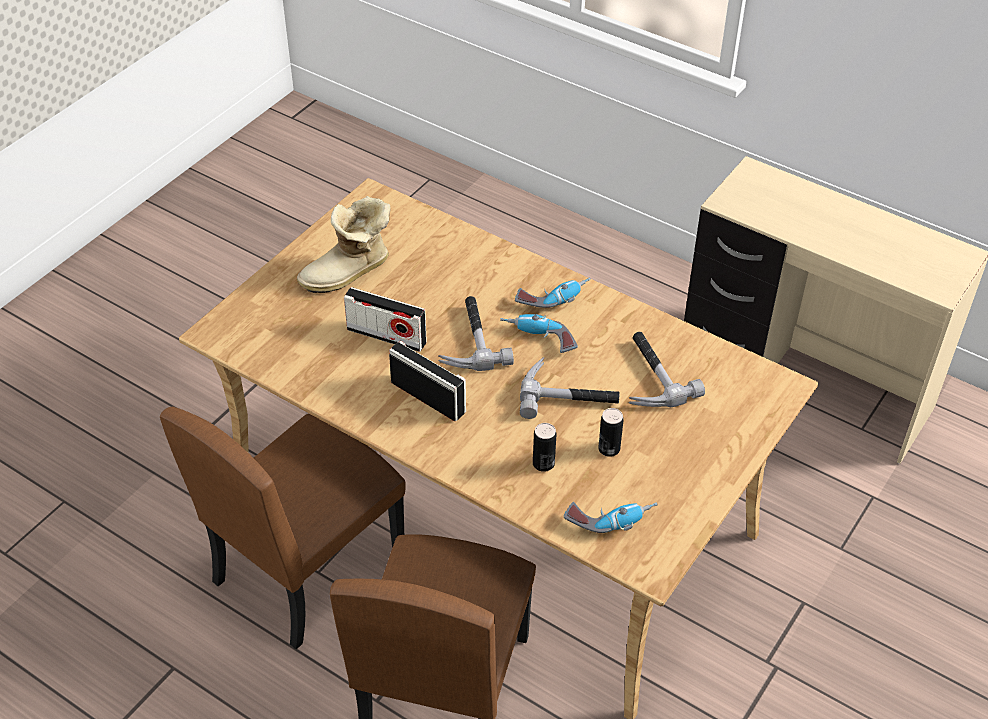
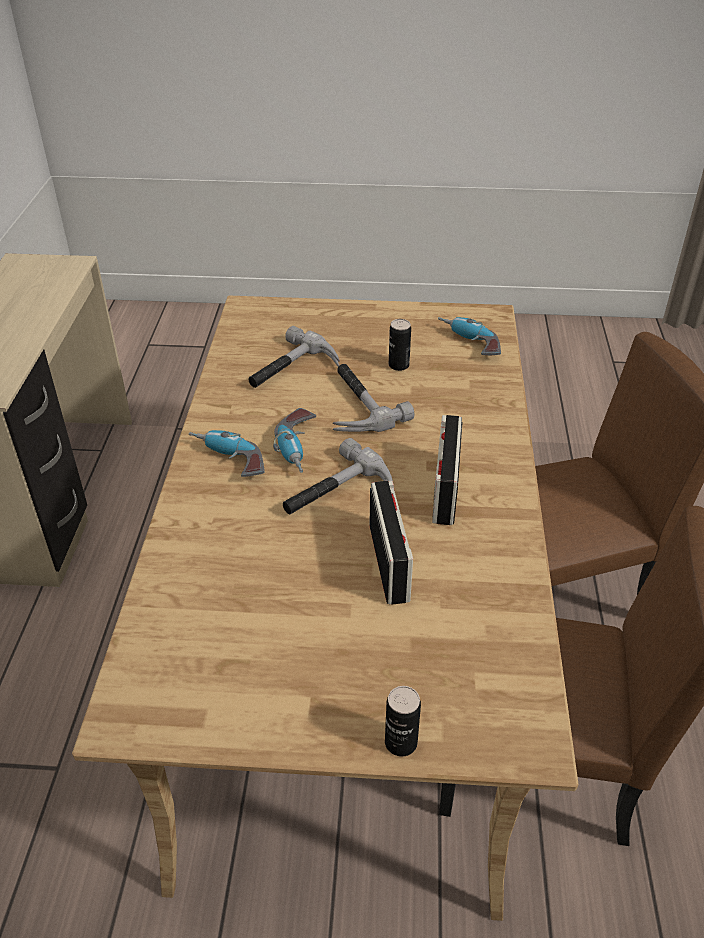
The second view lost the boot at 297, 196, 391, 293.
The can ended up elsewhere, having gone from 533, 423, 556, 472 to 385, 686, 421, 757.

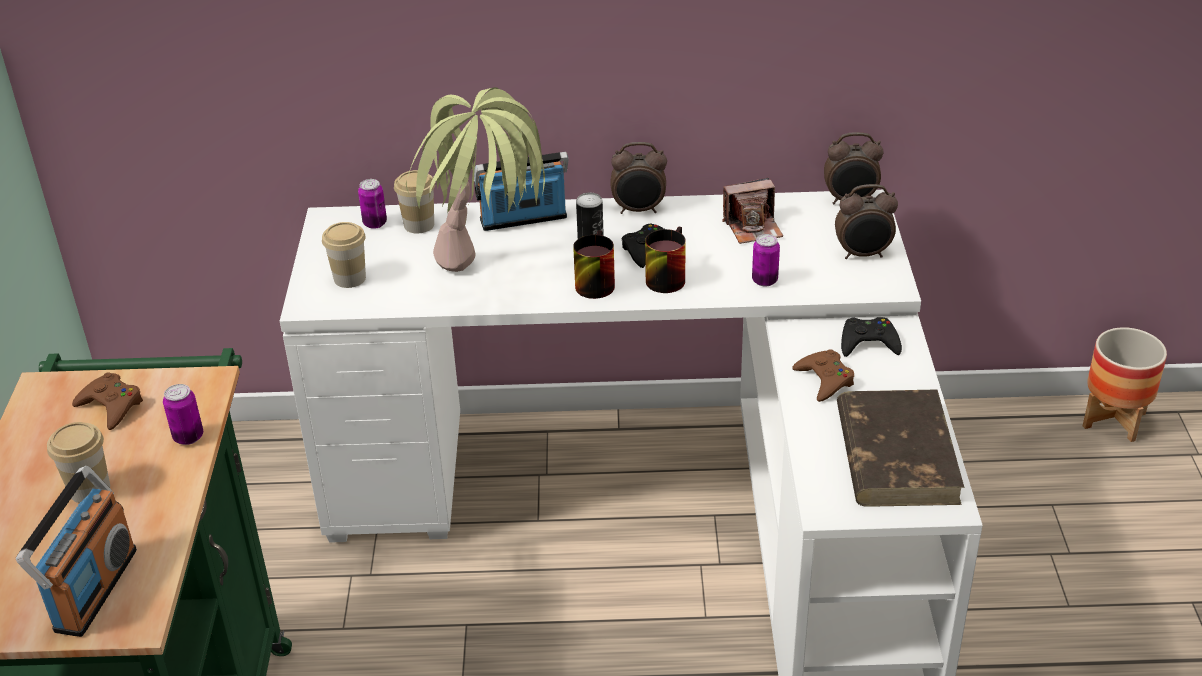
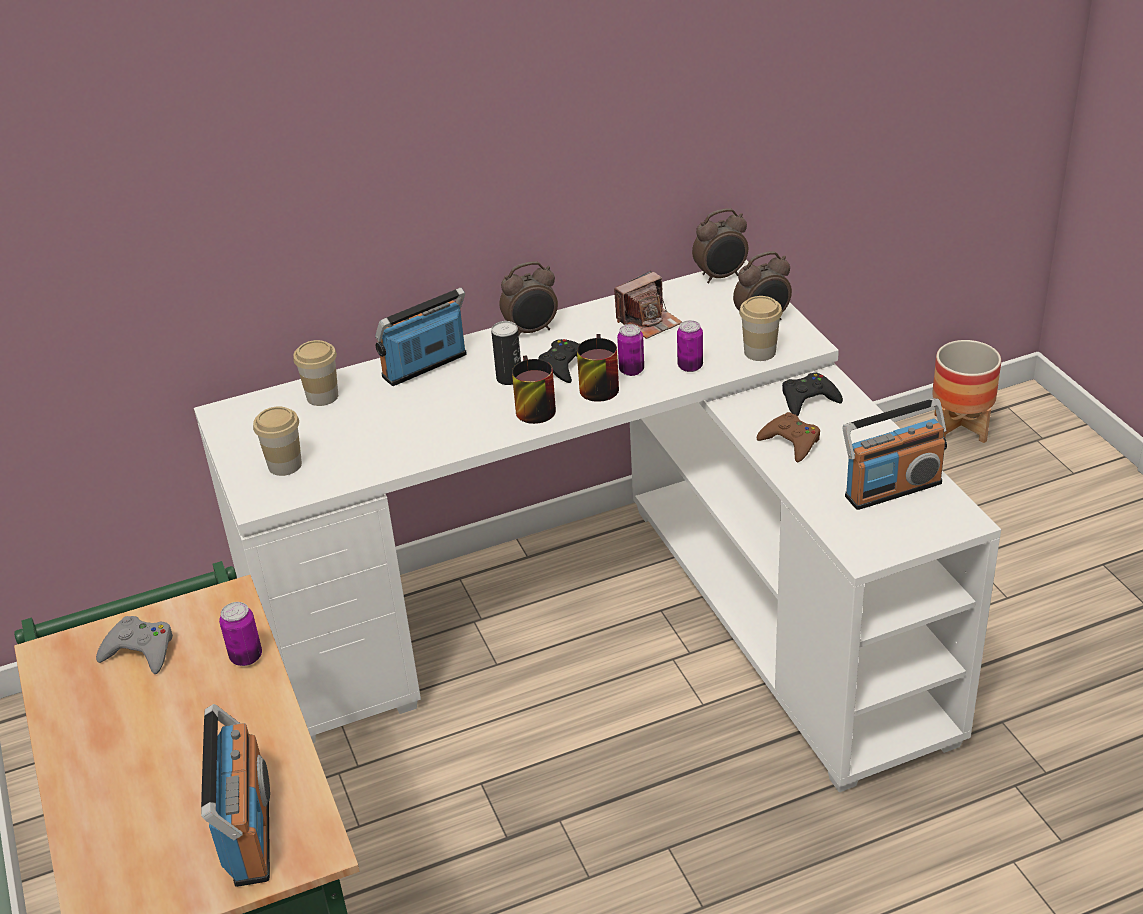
The second view lost the potted plant at 406, 87, 545, 272.
The cup ended up elsewhere, having gone from 47, 422, 110, 503 to 739, 296, 782, 361.
The can ended up elsewhere, having gone from 358, 179, 387, 229 to 617, 324, 644, 376.
Where the brown book stood at 837, 389, 965, 507, the radio came to stand at 843, 398, 947, 510.
What was the brown game controller at 72, 372, 143, 430 turned into the grey game controller at 96, 616, 173, 674.

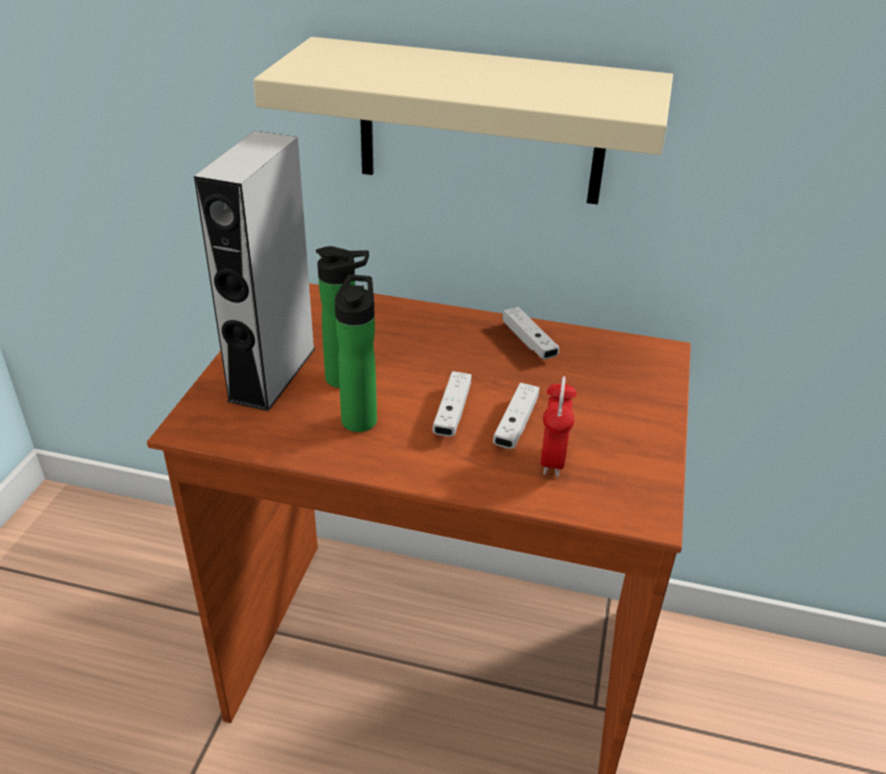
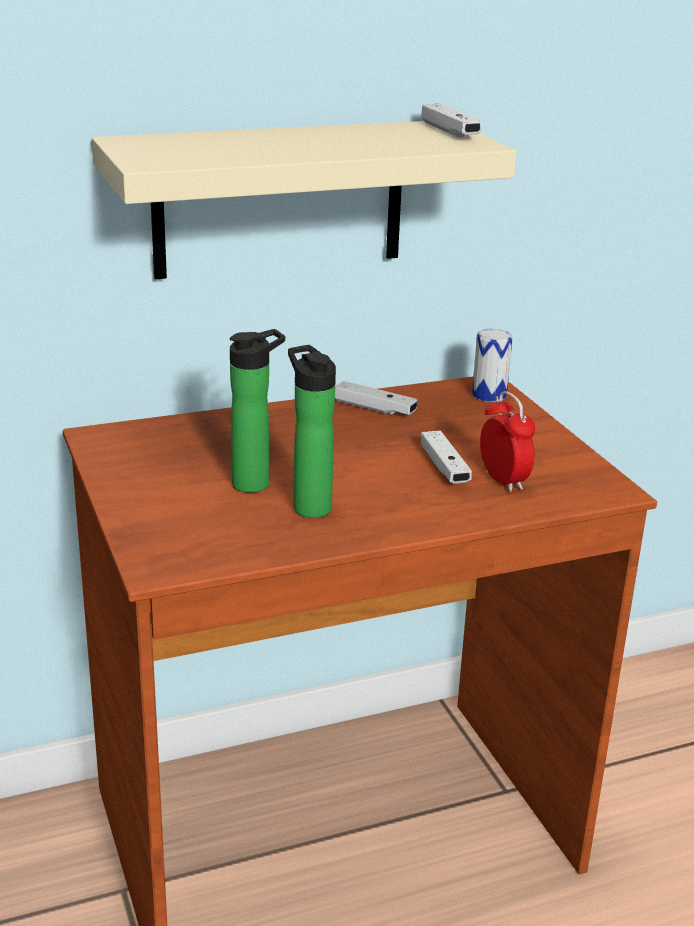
The second view lost the grey speaker at 194, 131, 316, 411.
The second view gained the can at 472, 329, 513, 402.
The white game controller ended up elsewhere, having gone from 432, 371, 472, 437 to 422, 104, 482, 137.

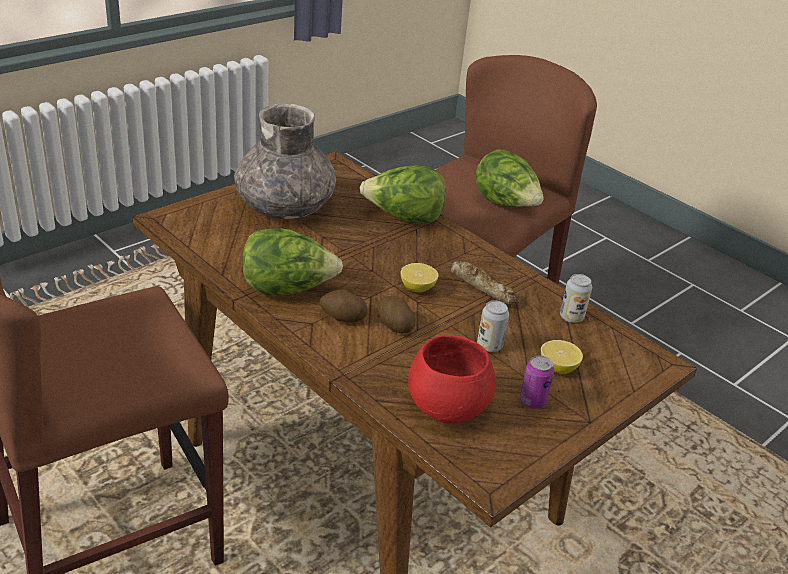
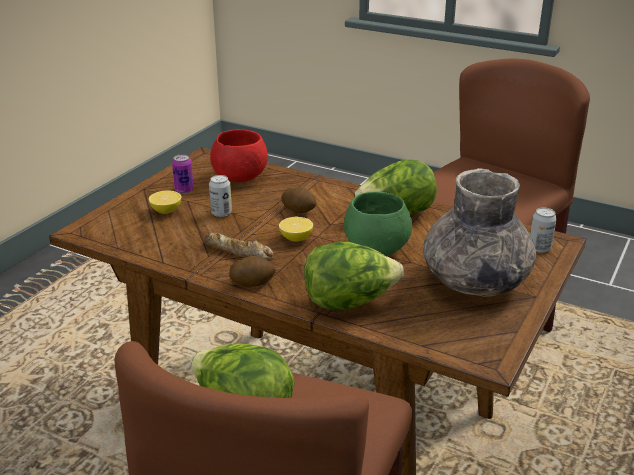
The second view gained the green bowl at 344, 192, 412, 256.
The potato ended up elsewhere, having gone from 319, 289, 368, 323 to 229, 256, 276, 286.
The can ended up elsewhere, having gone from 560, 274, 592, 323 to 530, 208, 557, 253.

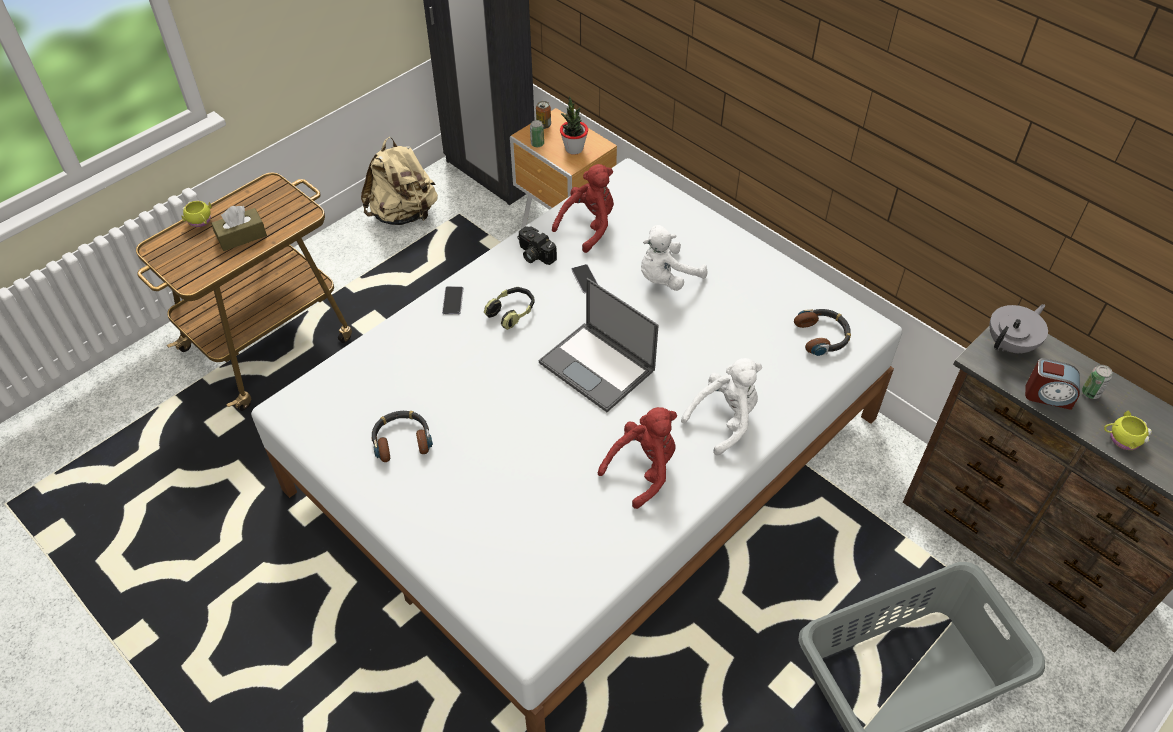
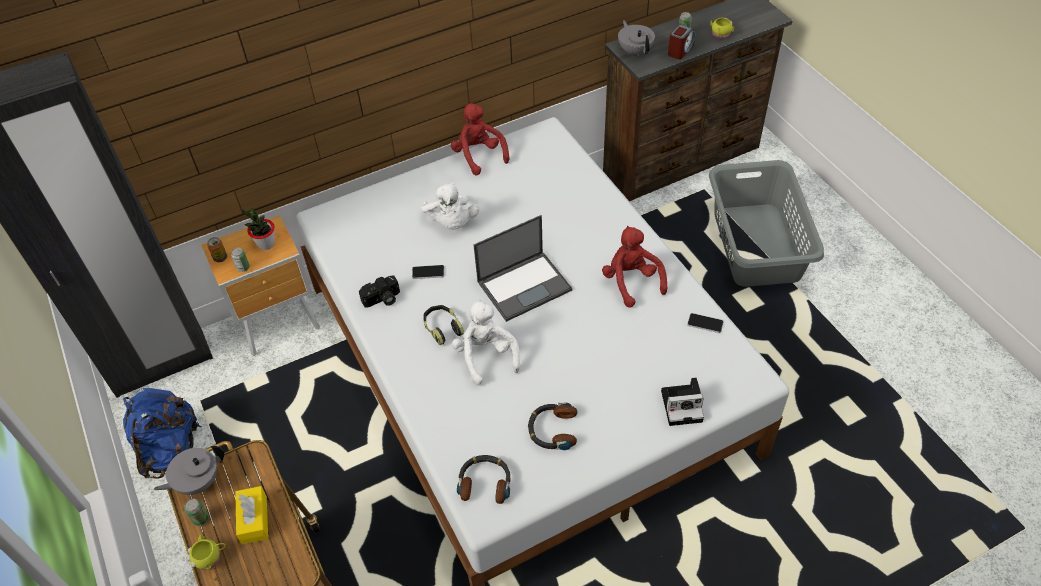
The second view gained the grey teapot at 154, 446, 224, 495.
The second view gained the can at 184, 499, 209, 526.
The second view gained the photo camera at 661, 378, 704, 426.
The phone ended up elsewhere, having gone from 442, 286, 463, 315 to 687, 313, 723, 333.
The red plush toy ended up elsewhere, having gone from 552, 164, 614, 253 to 451, 103, 509, 176.
The white plush toy ended up elsewhere, having gone from 681, 358, 762, 456 to 452, 299, 520, 385.
The headphones ended up elsewhere, having gone from 794, 309, 851, 356 to 457, 455, 511, 504.
What was the brown tissue box at 211, 206, 267, 251 turned into the yellow tissue box at 235, 486, 268, 544.
What was the beige backpack at 361, 137, 438, 225 turned into the blue backpack at 123, 388, 202, 479.

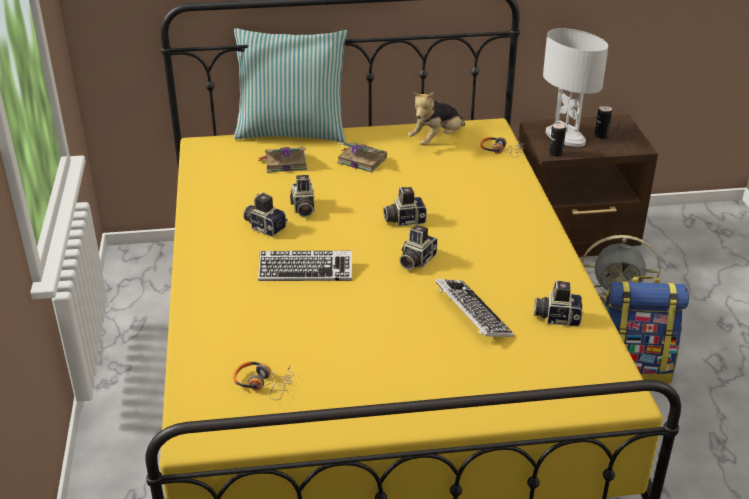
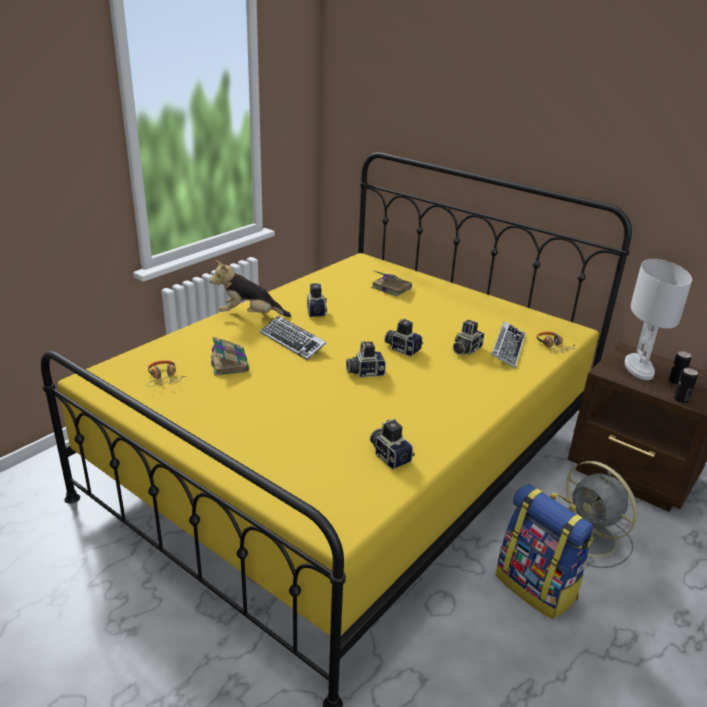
The second view lost the pillow at 234, 28, 347, 142.
The photo camera ended up elsewhere, having gone from 290, 175, 315, 217 to 453, 320, 484, 355.
The book ended up elsewhere, having gone from 337, 142, 387, 173 to 211, 337, 249, 376.
The plush toy ended up elsewhere, having gone from 408, 92, 465, 145 to 210, 260, 291, 317.
The keyboard ended up elsewhere, having gone from 435, 279, 514, 337 to 491, 321, 526, 368.
The can ended up elsewhere, having gone from 549, 122, 566, 157 to 674, 368, 698, 404.

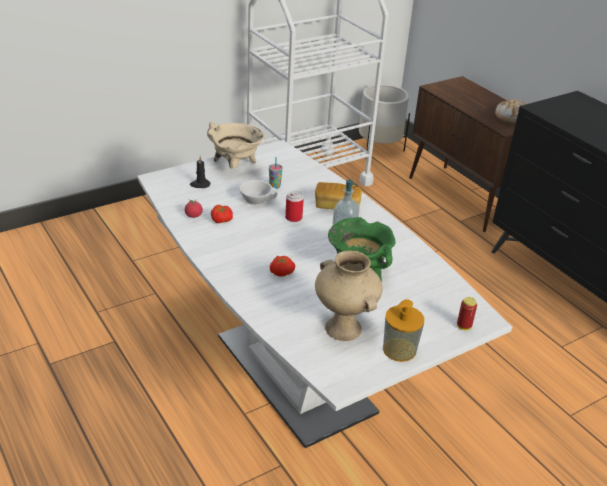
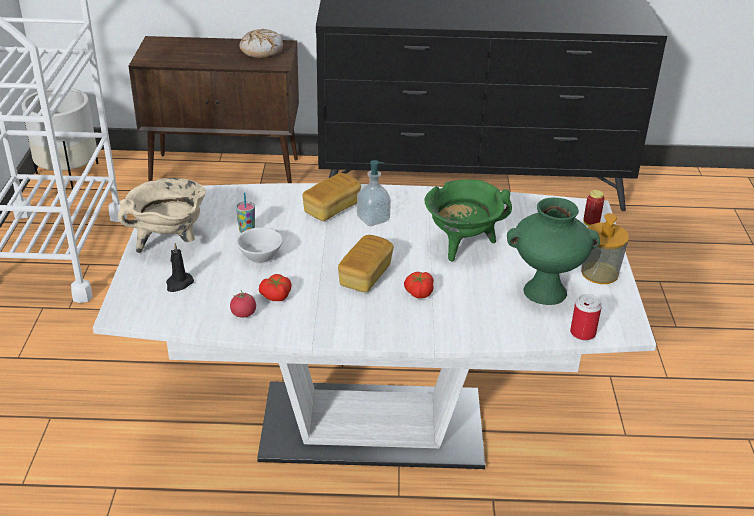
The second view gained the bread at 338, 235, 394, 293.
The can ended up elsewhere, having gone from 285, 190, 304, 222 to 570, 294, 602, 340.
What was the beige vase at 315, 250, 383, 341 turned into the green vase at 507, 197, 600, 305.

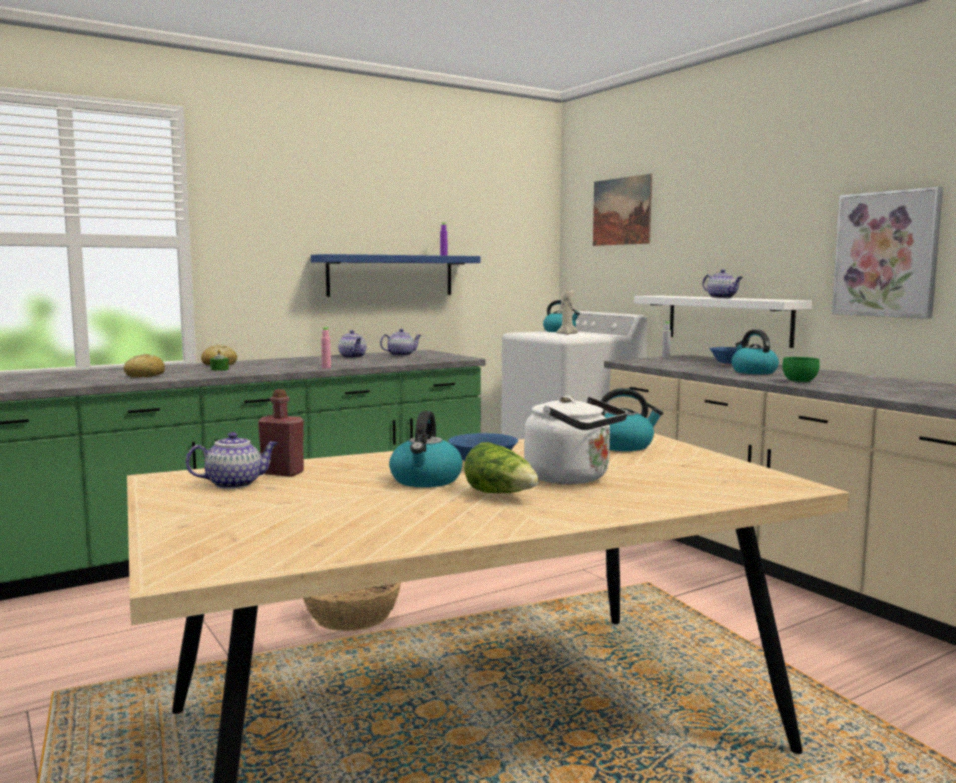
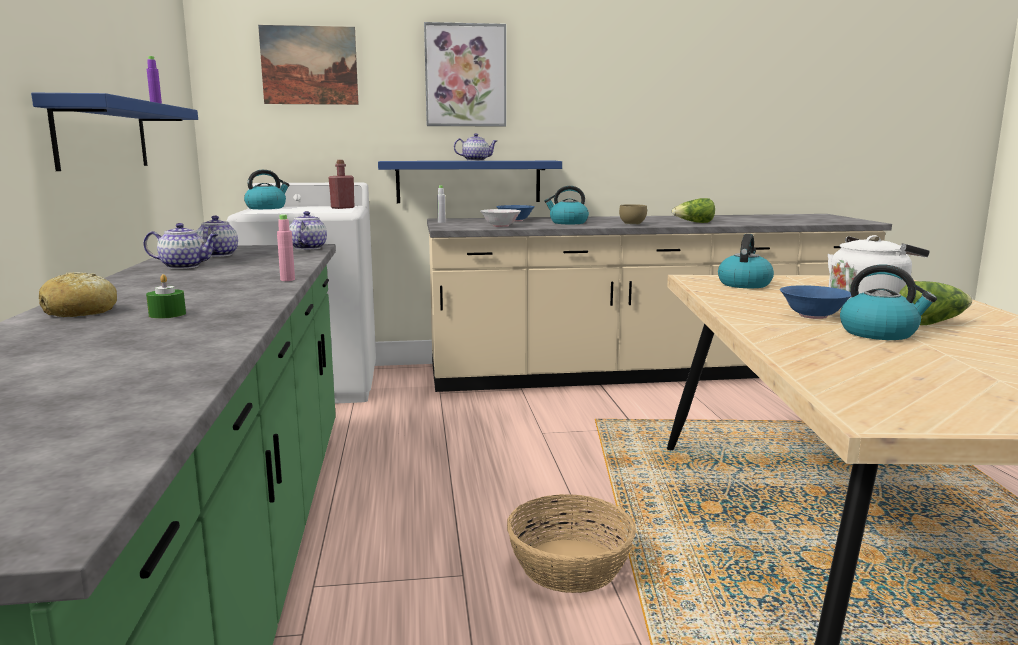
The second view lost the bread at 124, 354, 165, 378.
The second view lost the beige candle at 556, 288, 578, 335.
The second view gained the white bowl at 480, 209, 521, 227.
The second view gained the lettuce at 672, 198, 715, 223.
The teapot ended up elsewhere, having gone from 185, 432, 278, 489 to 289, 211, 327, 250.
The red bottle ended up elsewhere, having gone from 258, 389, 304, 477 to 329, 160, 355, 209.
The picture ended up elsewhere, having gone from 832, 187, 943, 319 to 424, 22, 506, 126.
What was the white shelf at 634, 296, 812, 348 turned into the blue shelf at 378, 161, 562, 203.
What was the green bowl at 782, 357, 820, 383 turned into the brown bowl at 619, 204, 647, 225.

